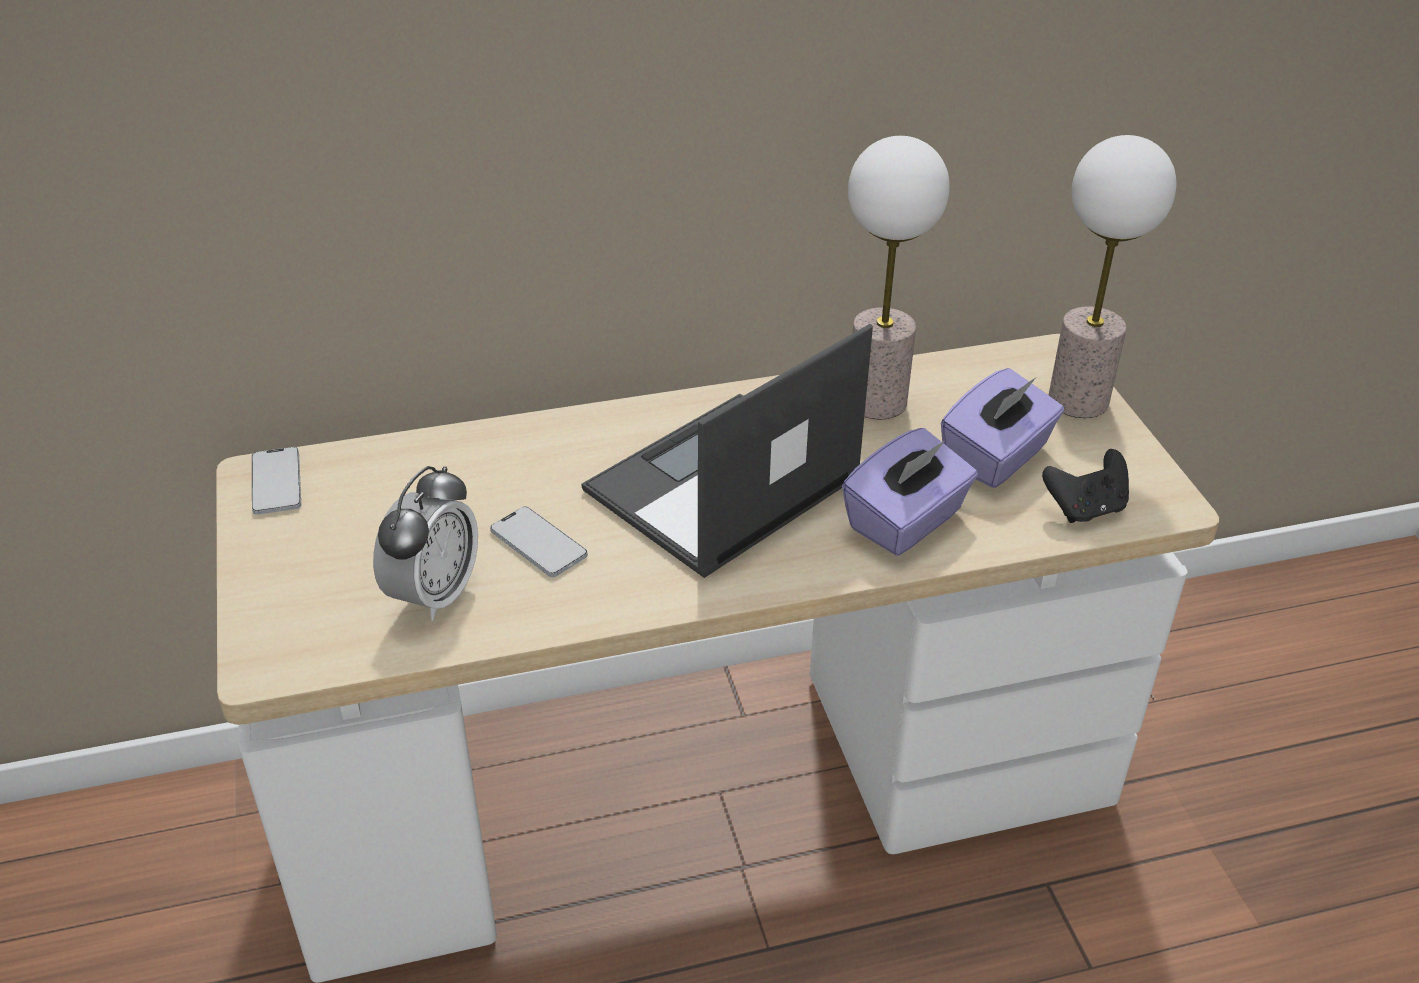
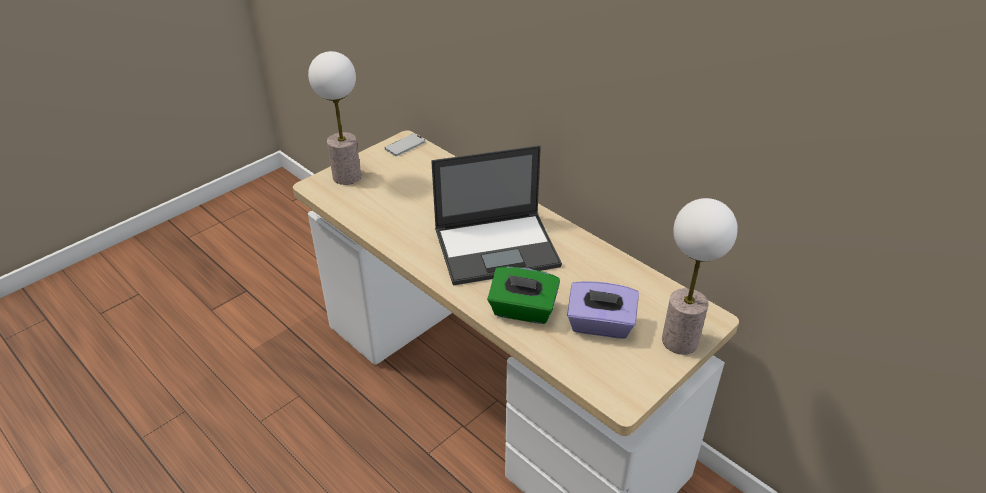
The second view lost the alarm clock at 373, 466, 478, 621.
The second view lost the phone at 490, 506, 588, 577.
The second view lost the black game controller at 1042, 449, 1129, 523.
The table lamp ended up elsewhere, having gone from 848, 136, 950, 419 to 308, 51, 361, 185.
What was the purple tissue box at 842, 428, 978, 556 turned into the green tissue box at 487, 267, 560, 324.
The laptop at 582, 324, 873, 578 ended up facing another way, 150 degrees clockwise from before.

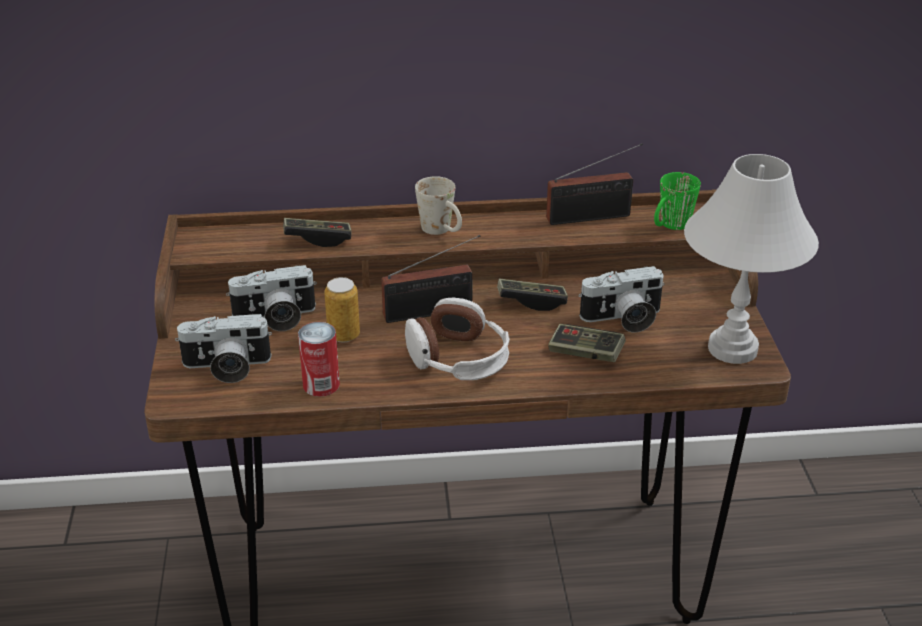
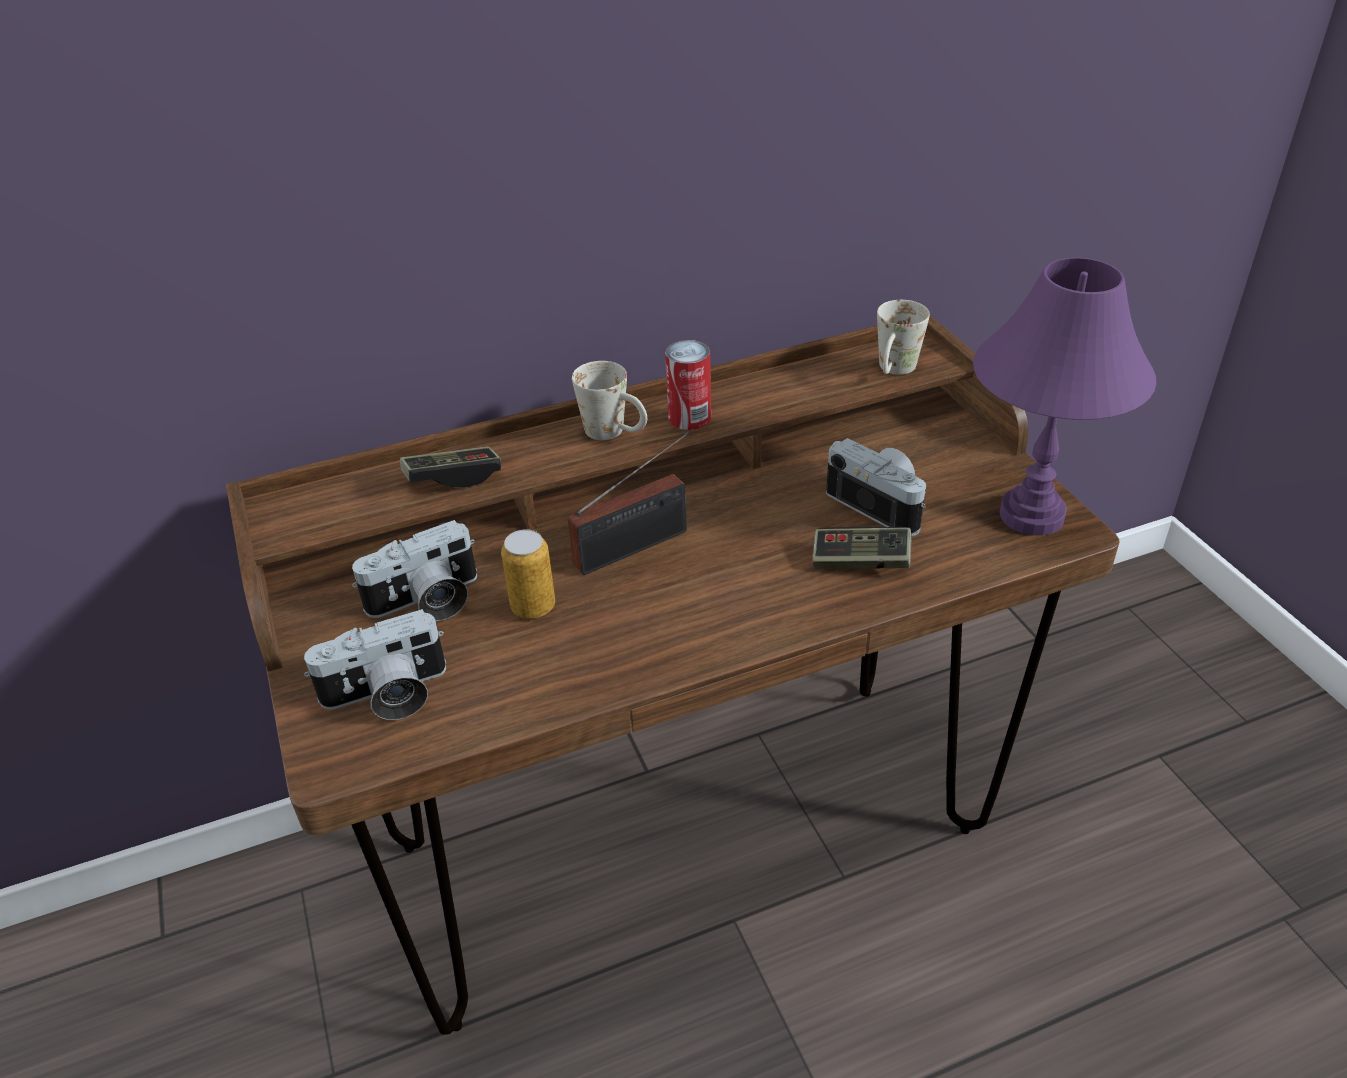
The second view lost the headphones at 405, 298, 510, 380.
The second view lost the game controller at 497, 279, 568, 311.
The second view lost the radio at 546, 143, 643, 225.
The can ended up elsewhere, having gone from 298, 322, 340, 397 to 665, 340, 711, 430.
What was the green mug at 654, 172, 701, 230 turned into the white mug at 877, 300, 930, 375.
What was the white table lamp at 684, 154, 819, 364 turned into the purple table lamp at 973, 258, 1156, 536.
The photo camera at 578, 266, 664, 333 ended up facing another way, 105 degrees counterclockwise from before.

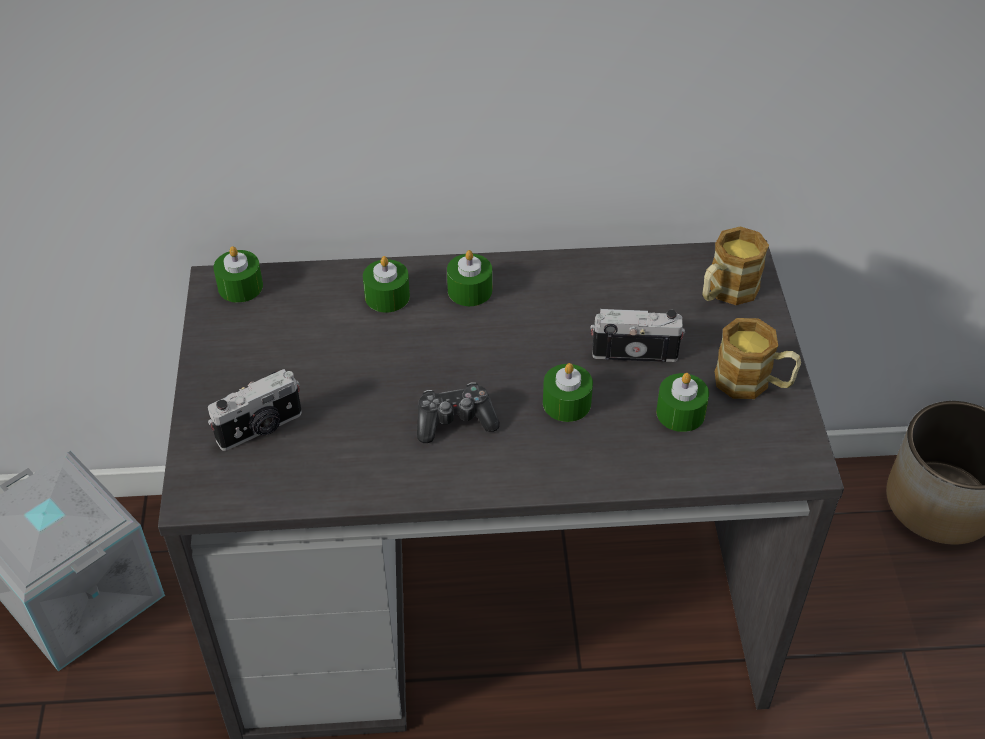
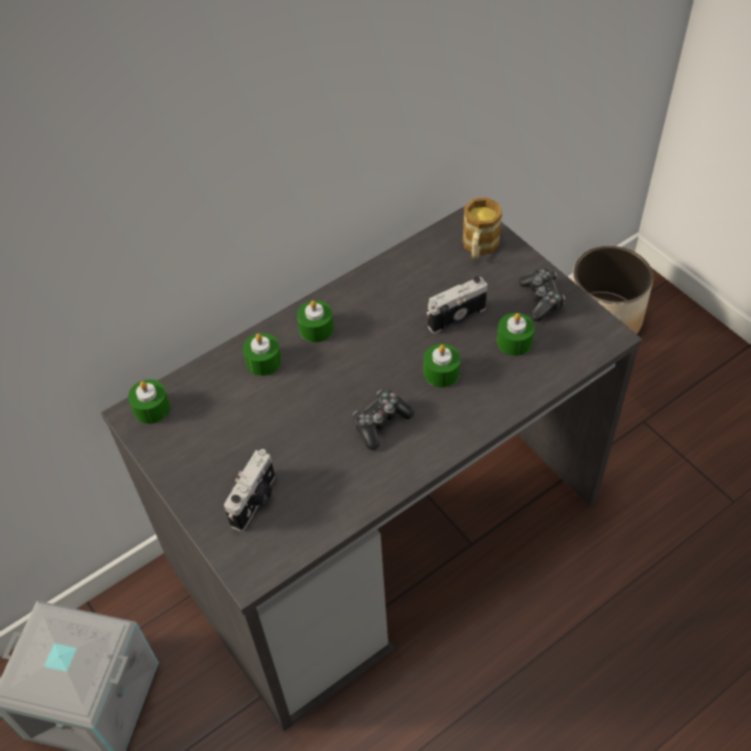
Where the mug stood at 715, 318, 801, 399, the game controller came to stand at 519, 268, 565, 321.

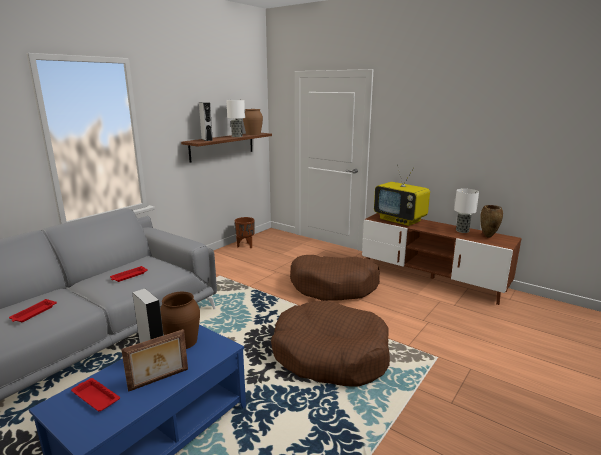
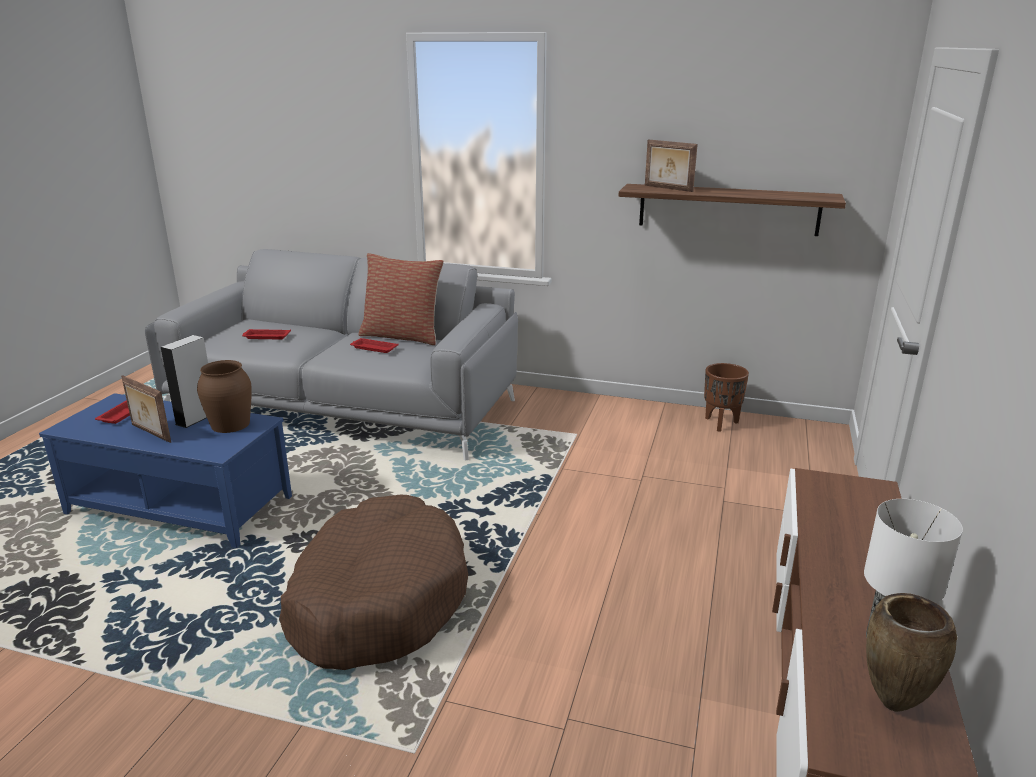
The second view lost the table lamp at 226, 100, 245, 137.
The second view lost the brown vase at 243, 109, 263, 135.
The second view lost the brown dog bed at 290, 255, 380, 301.
The second view lost the television at 374, 164, 430, 226.
The second view gained the pillow at 358, 253, 444, 345.
Where the grey speaker stood at 199, 102, 213, 141, the picture frame came to stand at 645, 139, 698, 192.

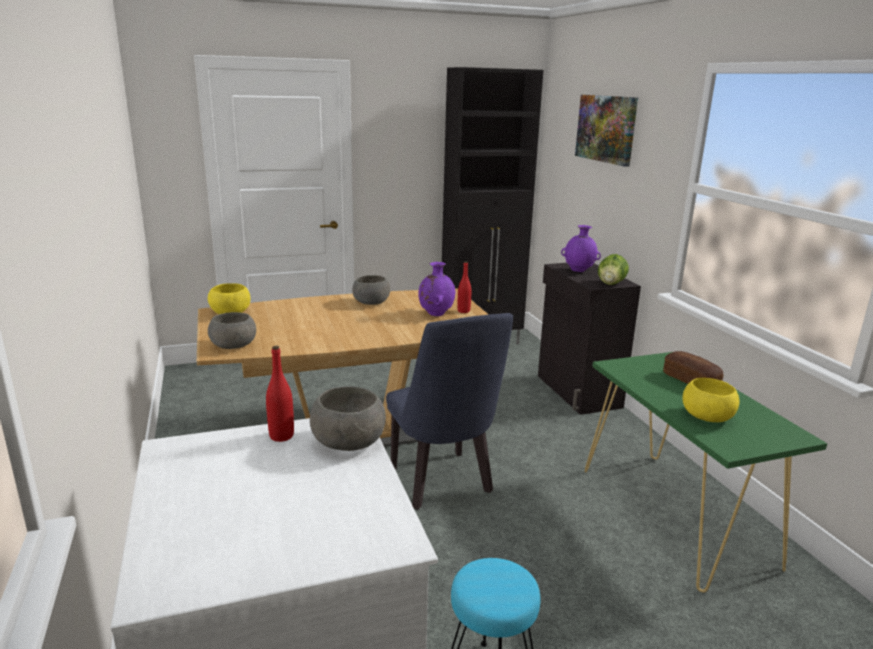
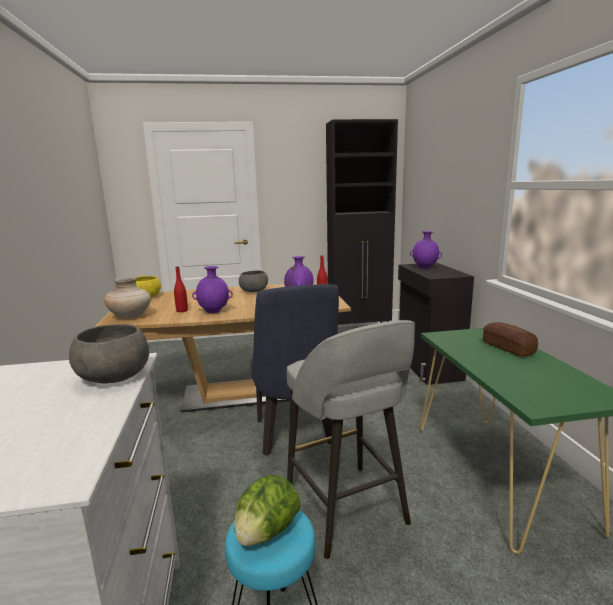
The second view lost the picture at 575, 95, 638, 167.
The second view lost the yellow bowl at 683, 378, 739, 422.
The second view gained the purple vase at 192, 266, 233, 313.
The second view gained the grey stool at 287, 320, 415, 559.
The red bottle ended up elsewhere, having gone from 266, 346, 294, 442 to 174, 266, 188, 312.
The lettuce ended up elsewhere, having gone from 598, 254, 629, 285 to 234, 475, 301, 546.
Where the grey bowl stood at 208, 312, 256, 349, the beige vase came to stand at 104, 277, 151, 319.

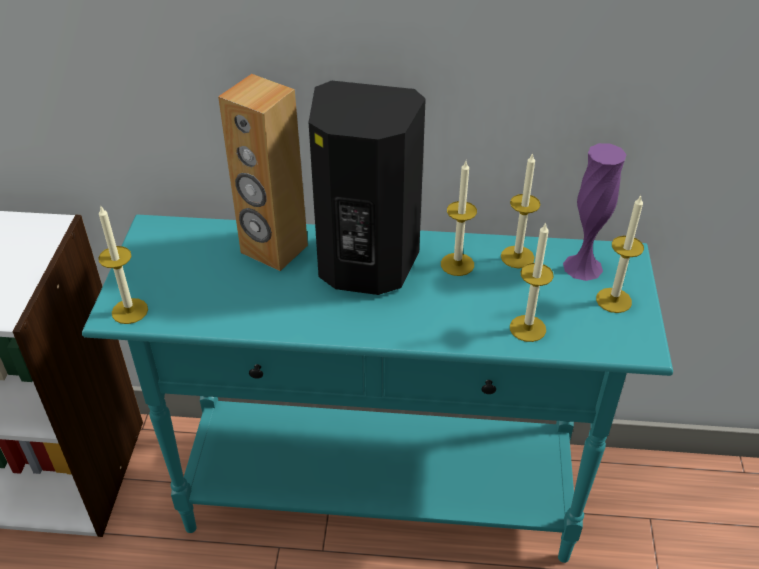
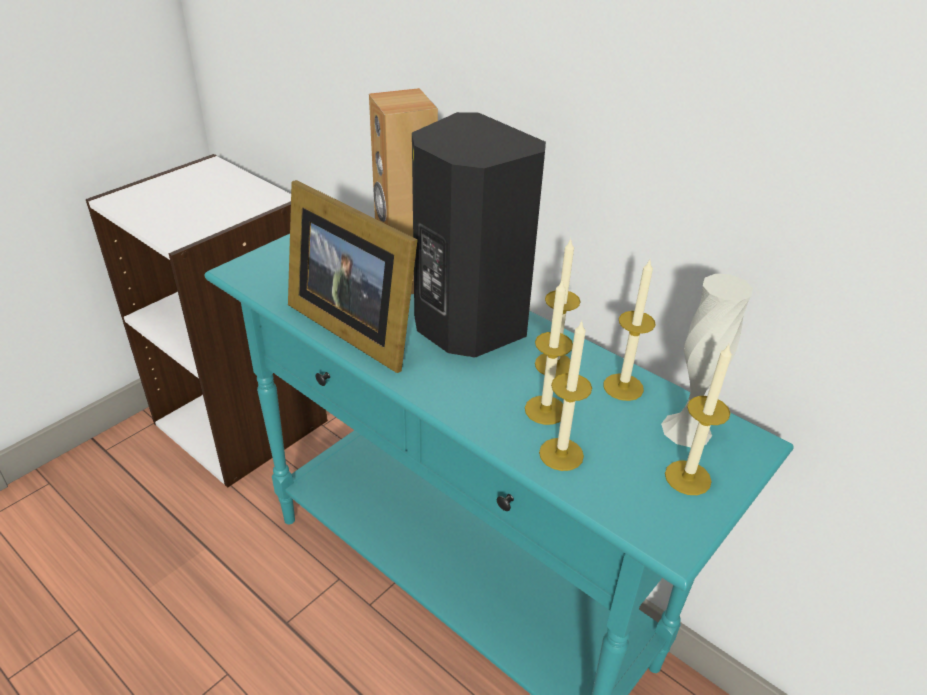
The second view gained the picture frame at 288, 180, 417, 373.
The candle ended up elsewhere, having gone from 98, 207, 148, 324 to 525, 279, 573, 425.
What was the purple vase at 563, 143, 627, 281 turned into the white vase at 661, 274, 753, 447.

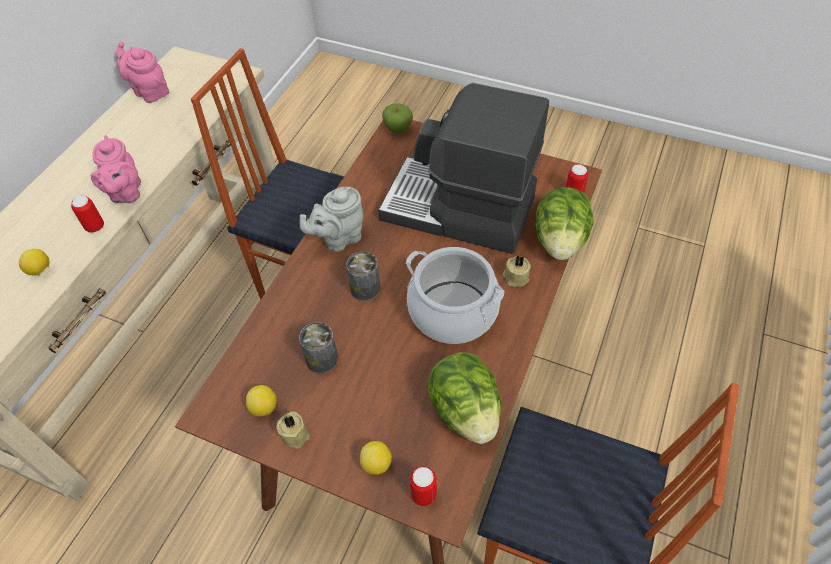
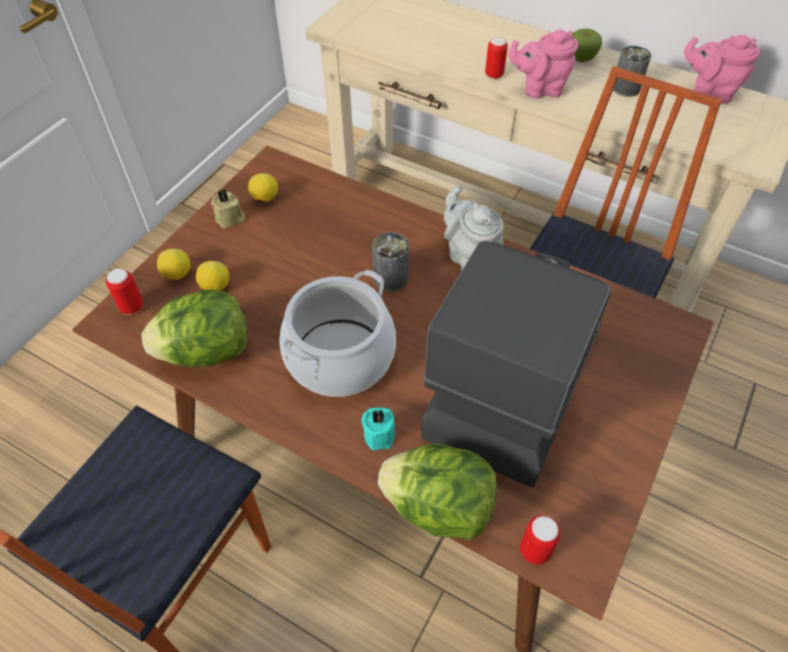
The lemon ended up elsewhere, having gone from 19, 249, 50, 276 to 196, 261, 229, 291.
The can ended up elsewhere, having gone from 299, 322, 338, 374 to 613, 46, 651, 97.
The apple ended up elsewhere, having gone from 382, 104, 413, 133 to 572, 29, 602, 62.
What was the beige candle at 502, 256, 531, 287 turned into the turquoise candle at 361, 407, 395, 451.
The pink teapot at 116, 42, 169, 103 ended up facing another way, 120 degrees counterclockwise from before.

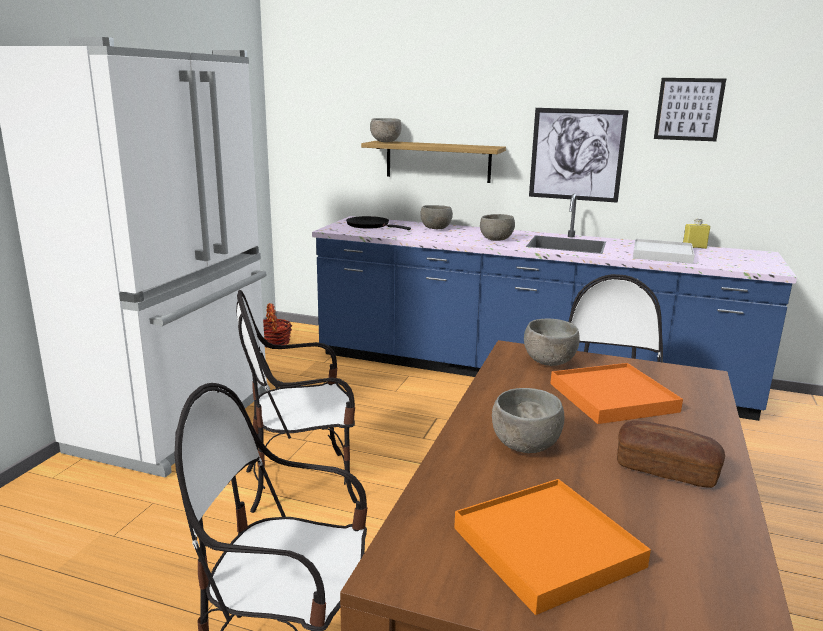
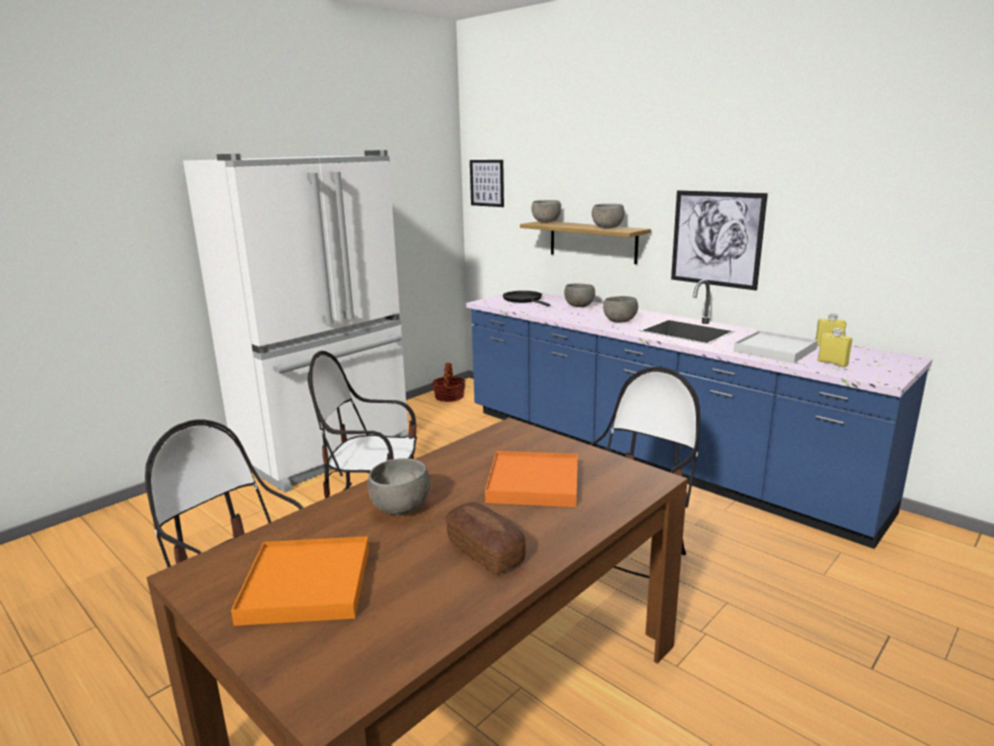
The second view gained the yellow bottle at 818, 328, 852, 367.
The grey bowl ended up elsewhere, having gone from 524, 318, 580, 366 to 592, 204, 624, 229.
The picture ended up elsewhere, having gone from 654, 78, 726, 141 to 470, 160, 504, 207.

